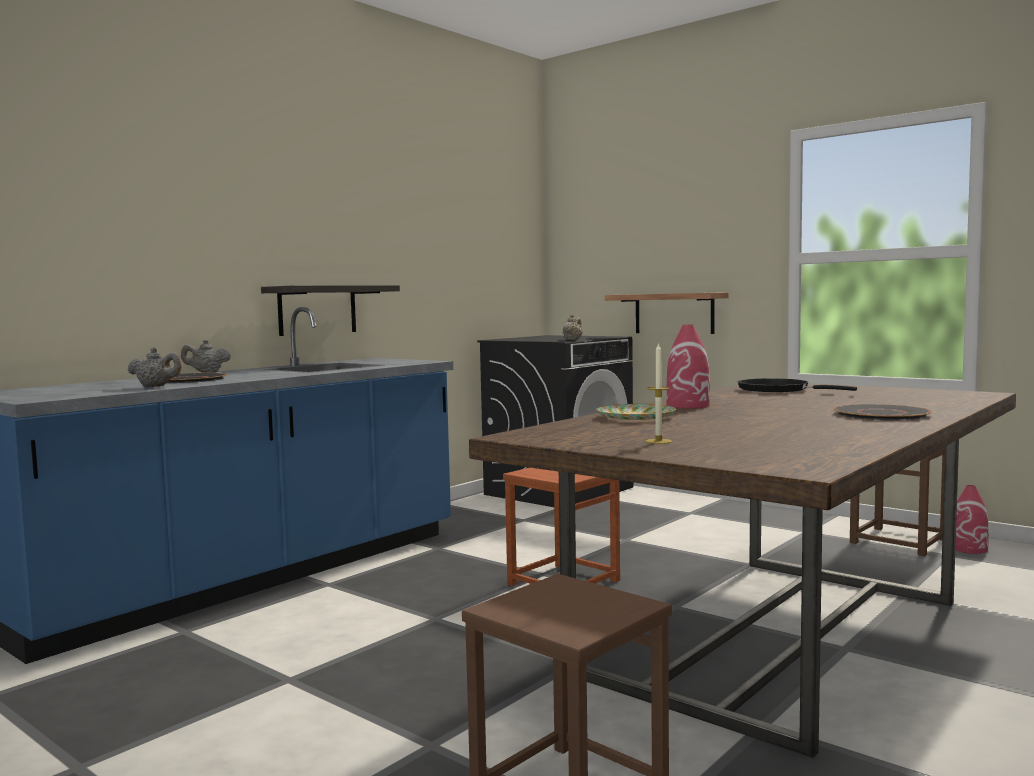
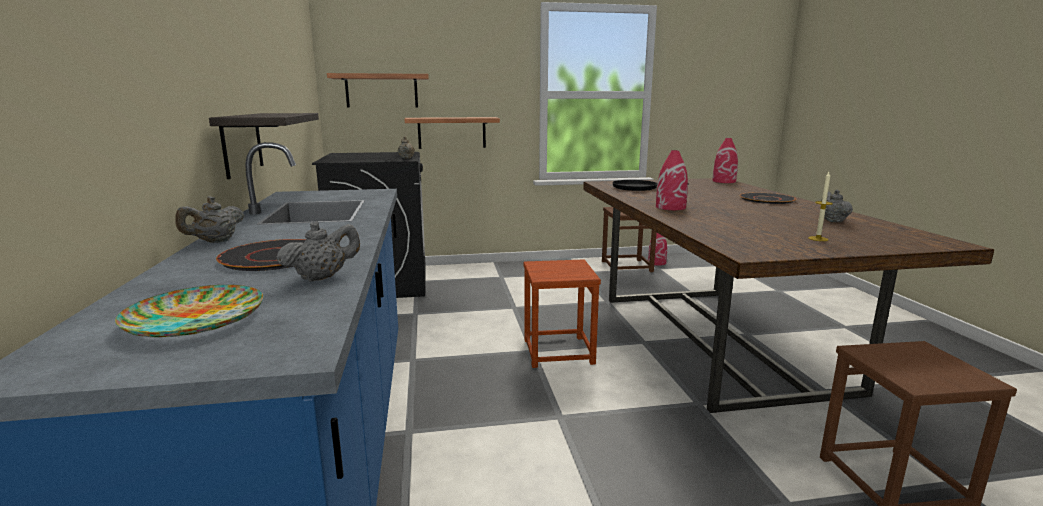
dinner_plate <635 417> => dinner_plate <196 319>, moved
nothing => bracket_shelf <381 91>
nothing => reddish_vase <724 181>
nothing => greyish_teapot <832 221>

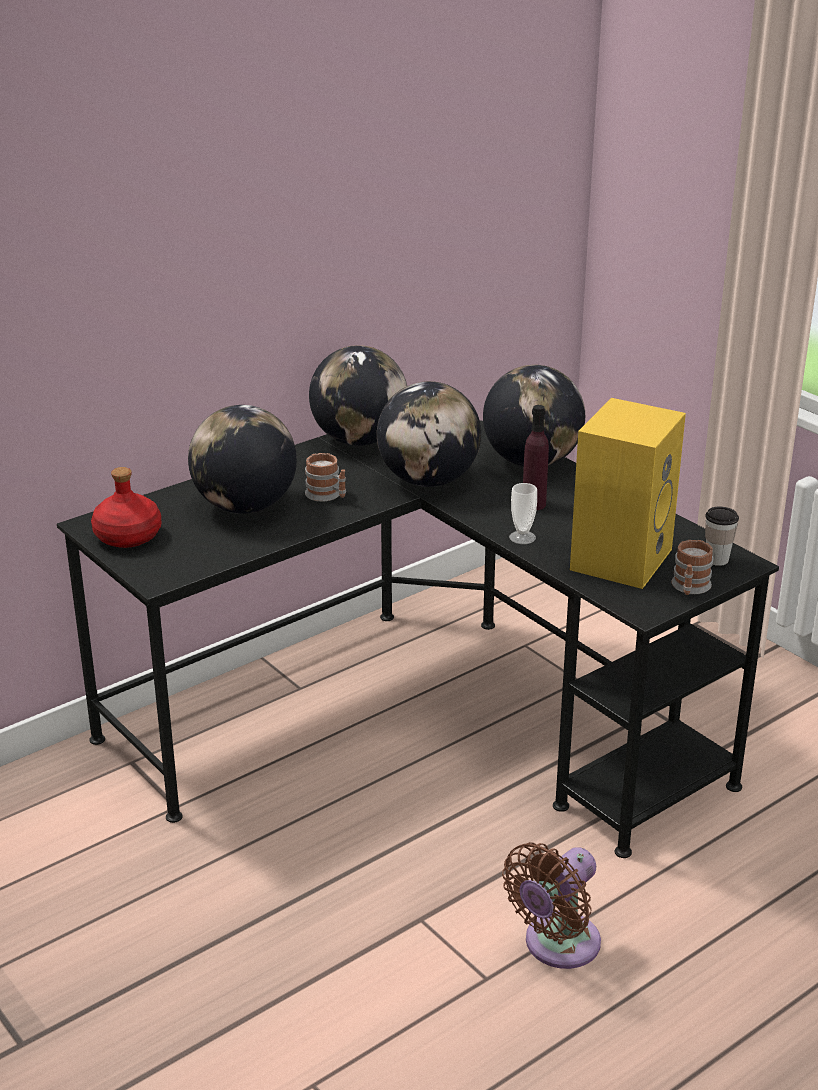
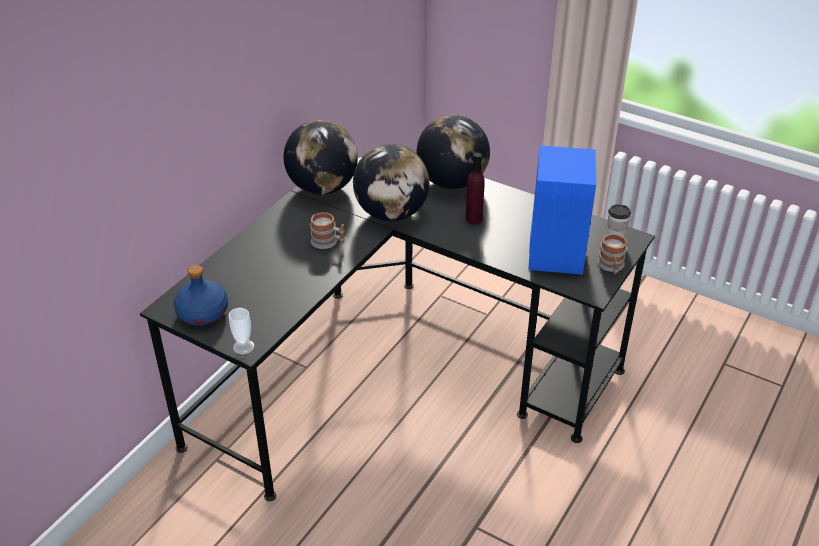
reddish_beverage_bottle <128 536> => bluish_beverage_bottle <203 313>
world_globe <245 507> => nothing
brown-coloured_fan <556 945> => nothing
small_cup <522 537> => small_cup <243 347>, moved
yellow-coloured_speaker <620 558> => bluish_speaker <554 252>

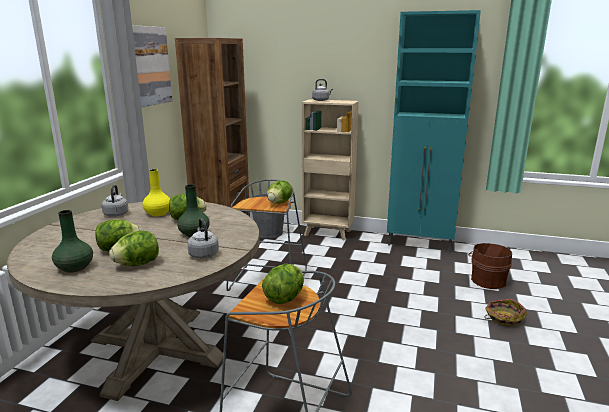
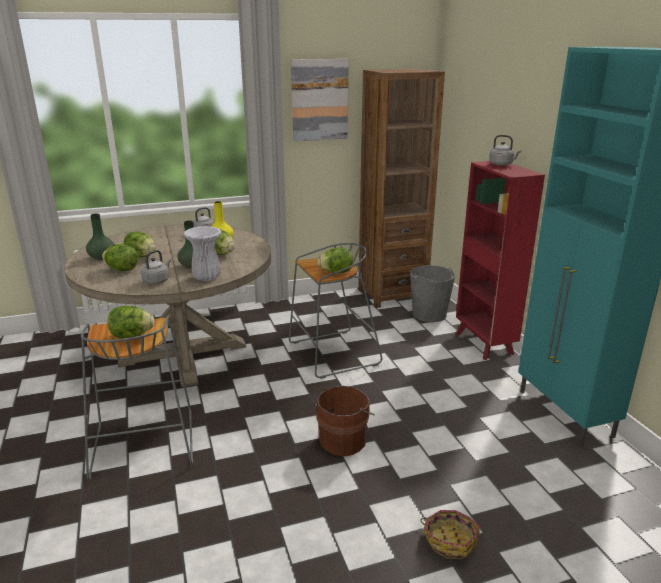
sand-coloured_bookshelf <328 233> => reddish_bookshelf <484 344>
brown-coloured_water_bucket <487 280> => brown-coloured_water_bucket <344 439>, moved
nothing => white-coloured_vase <206 277>

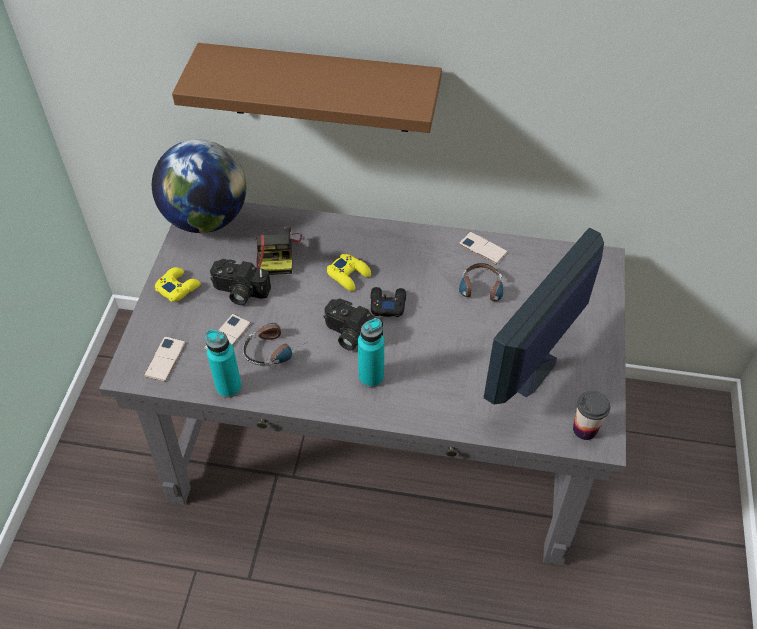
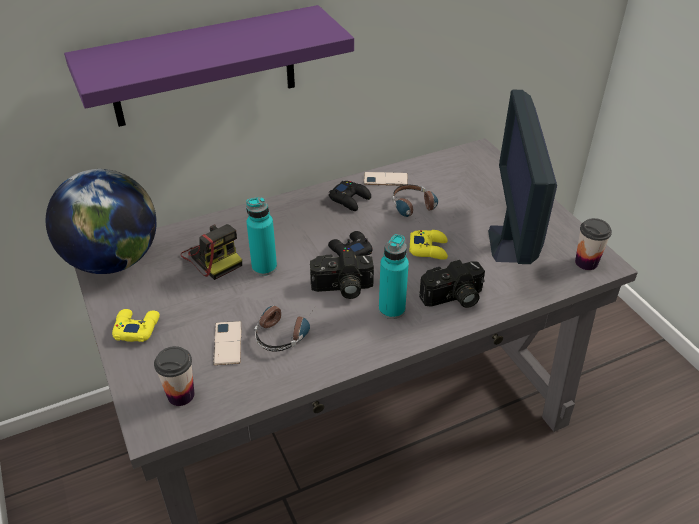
telephone <165 359> => small_cup <181 395>
brown-coloured_bracket_shelf <320 88> => purple_bracket_shelf <204 67>
turquoise_beverage_bottle <229 387> => turquoise_beverage_bottle <264 267>, moved
still_camera <239 292> => still_camera <453 298>, moved
yellow-coloured_joypad <349 275> => yellow-coloured_joypad <429 249>, moved
nothing => black_joypad <350 199>

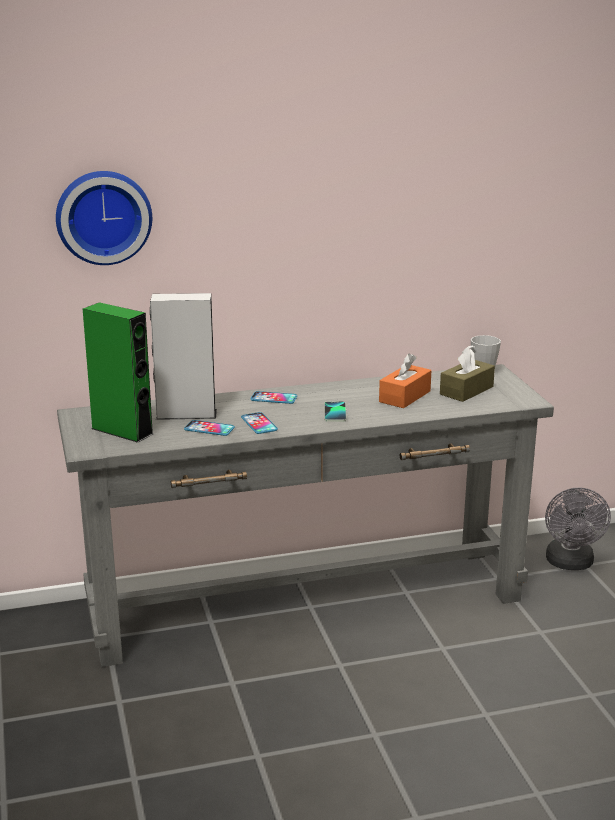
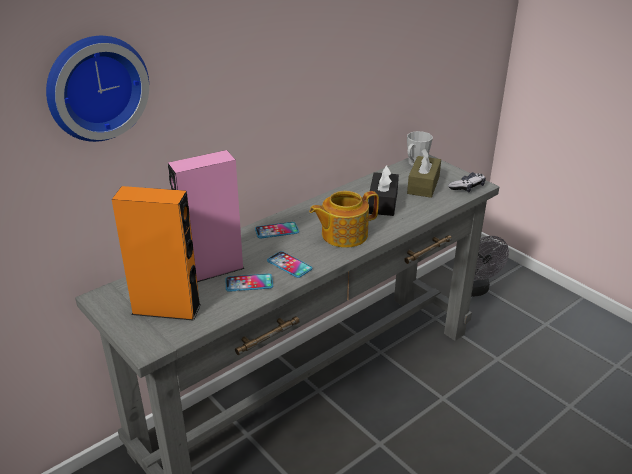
green_speaker <122 431> => orange_speaker <166 309>
greyish_speaker <186 414> => pinkish_speaker <212 270>
telephone <335 413> => teapot <343 234>
orange_tissue_holder <405 396> => black_tissue_holder <383 202>
nothing => joypad <467 187>

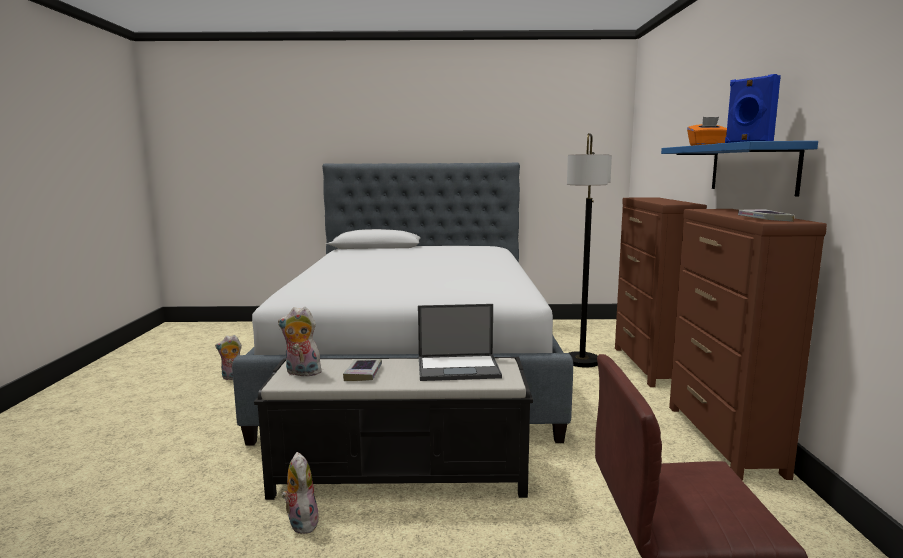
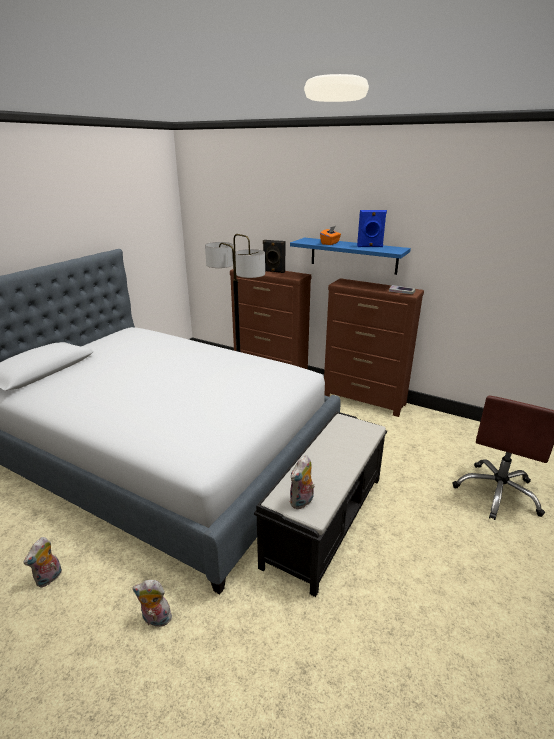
soft_toy <300 522> => soft_toy <155 620>, moved
bound_book <363 373> => nothing
notebook_computer <459 368> => nothing
nothing => black_speaker <274 271>

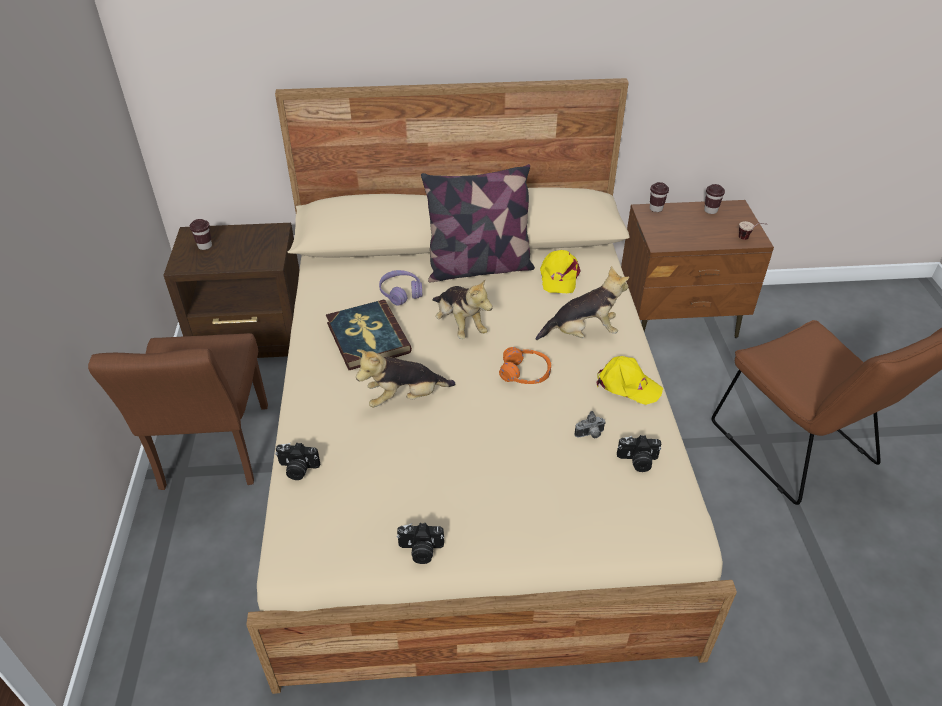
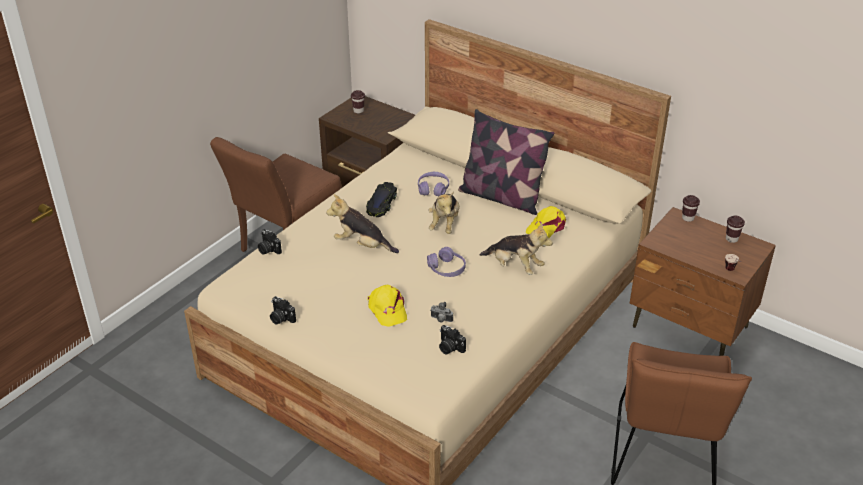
bound_book <367 337> => black_model_car <381 204>
orange_headphones <525 373> => purple_headphones <446 269>
yellow-coloured_peaked_cap <627 385> => yellow-coloured_peaked_cap <387 309>, moved

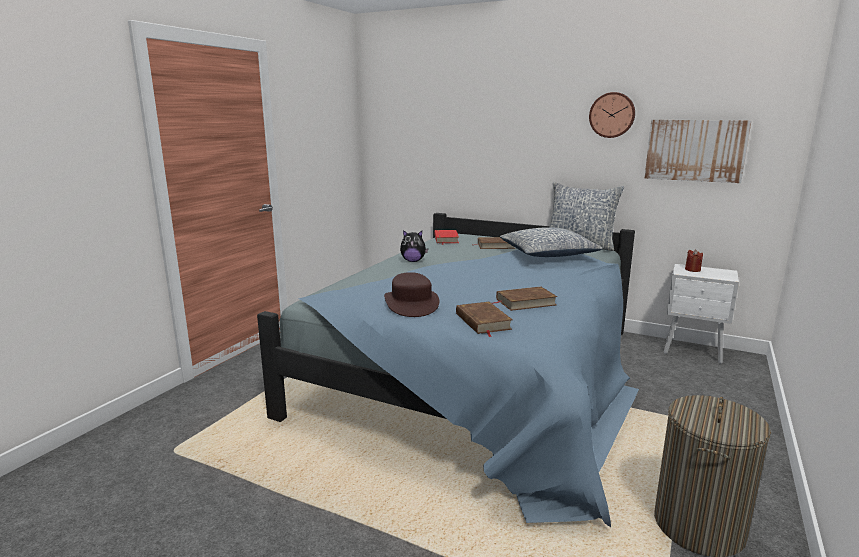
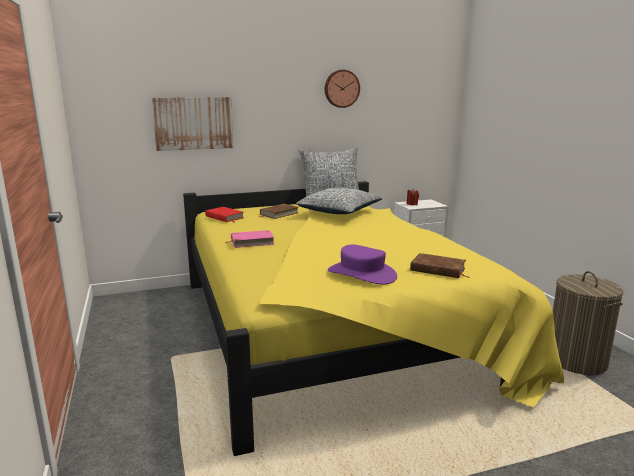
bluish_bed <481 375> => yellow-coloured_bed <334 330>
brown-coloured_hat <411 303> => purple_hat <362 274>
soft_toy <413 261> => pinkish_bound_book <252 242>
brown-coloured_bound_book <525 302> => nothing
wall_art <695 150> => wall_art <193 123>, moved

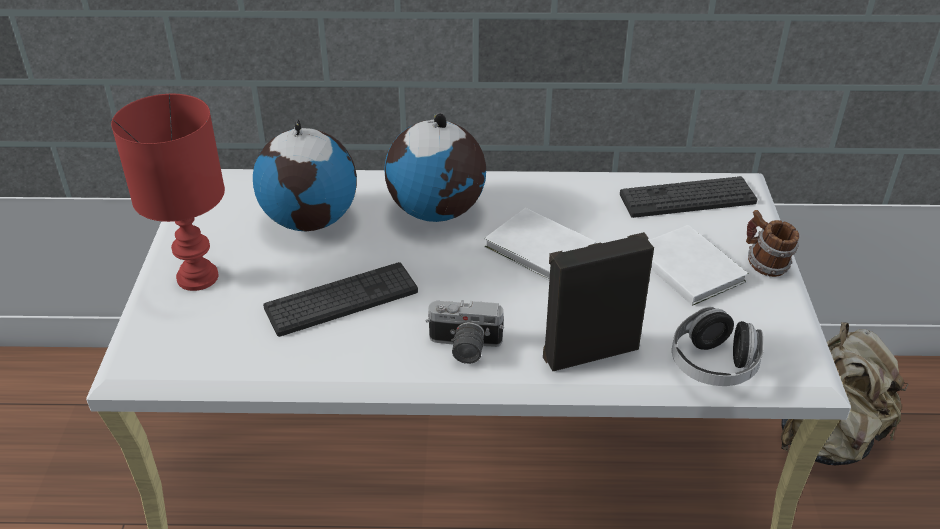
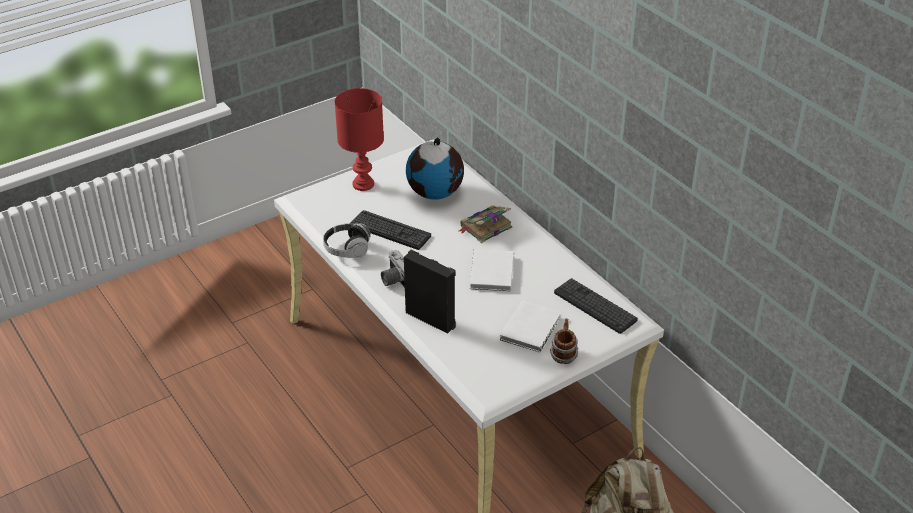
world_globe <437 212> => bound_book <485 227>
headphones <713 365> => headphones <347 249>, moved

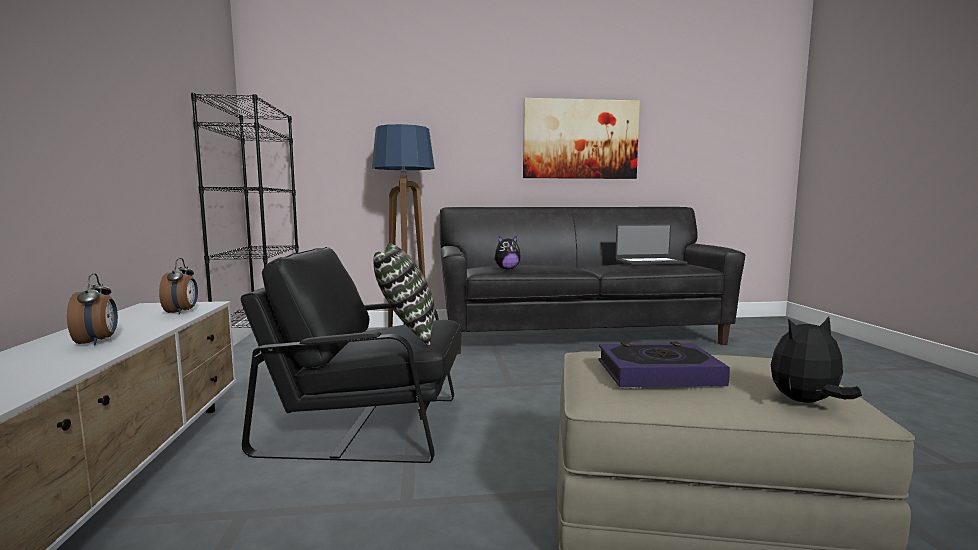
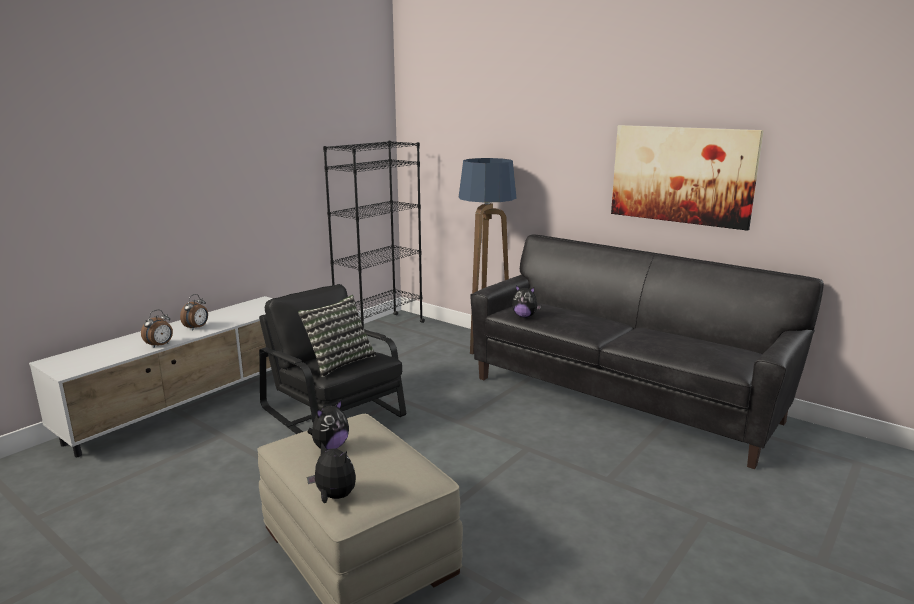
alarm_clock <182 312> => alarm_clock <160 345>, moved
bound_book <658 373> => soft_toy <330 447>
notebook_computer <649 262> => nothing

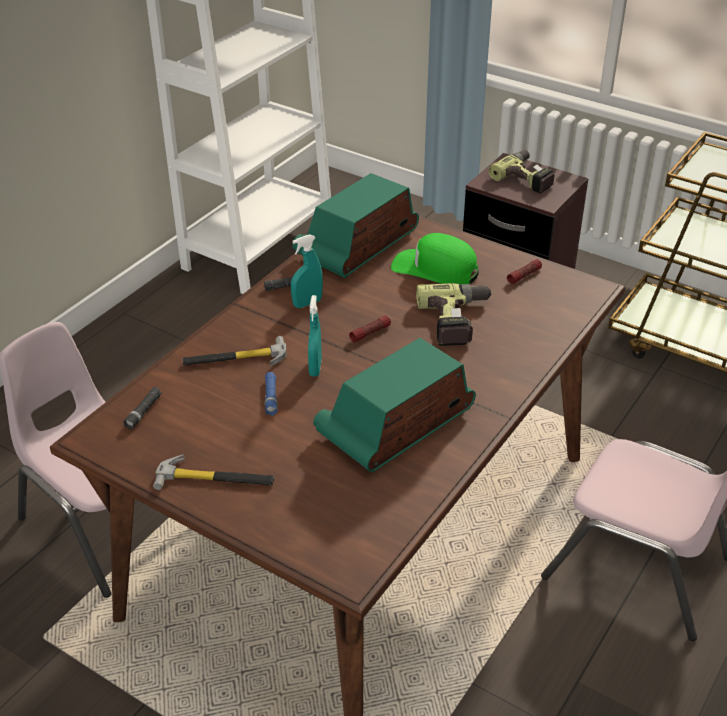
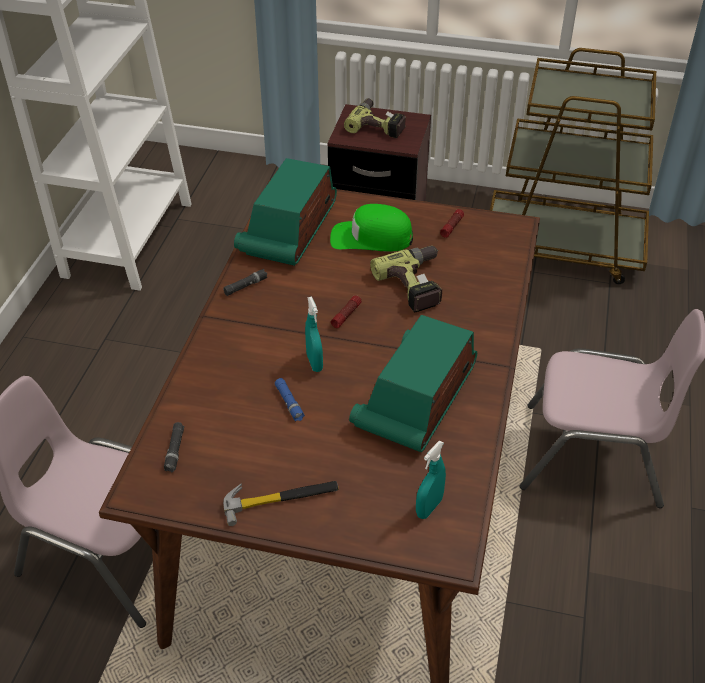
tool_hammer <235 359> => nothing
turquoise_hand_sprayer <307 303> => turquoise_hand_sprayer <429 507>, moved

